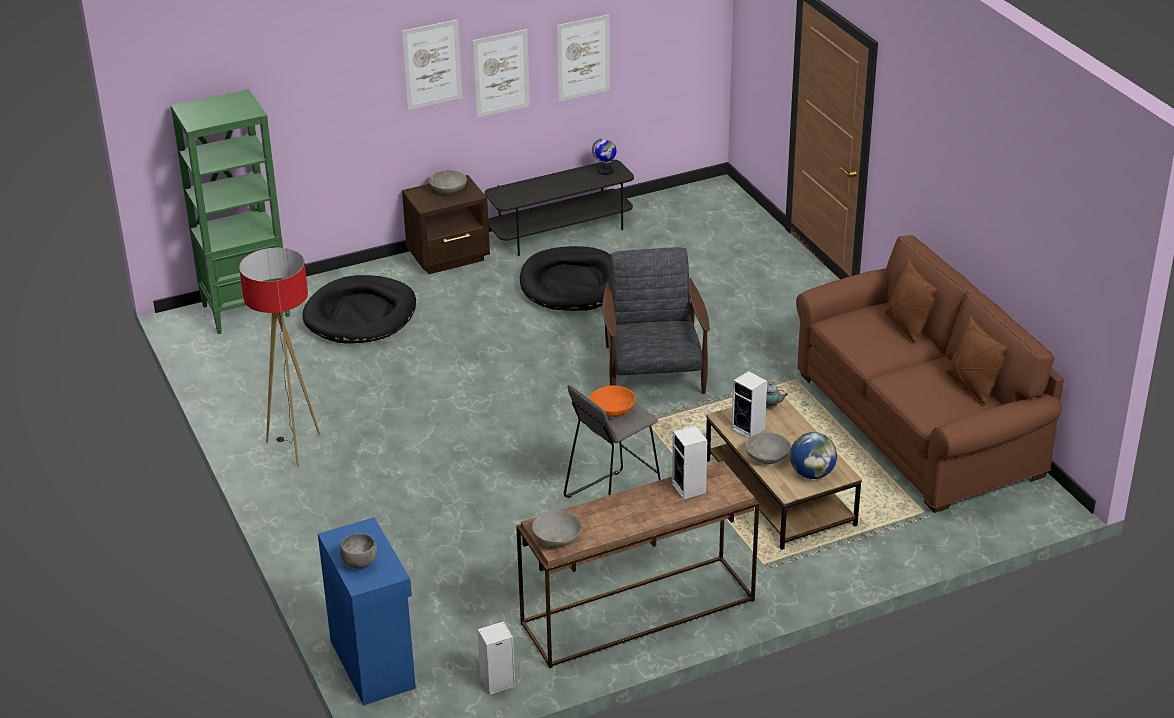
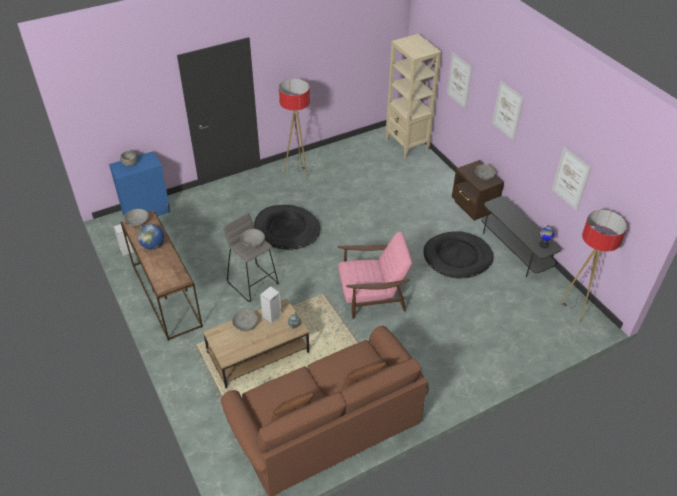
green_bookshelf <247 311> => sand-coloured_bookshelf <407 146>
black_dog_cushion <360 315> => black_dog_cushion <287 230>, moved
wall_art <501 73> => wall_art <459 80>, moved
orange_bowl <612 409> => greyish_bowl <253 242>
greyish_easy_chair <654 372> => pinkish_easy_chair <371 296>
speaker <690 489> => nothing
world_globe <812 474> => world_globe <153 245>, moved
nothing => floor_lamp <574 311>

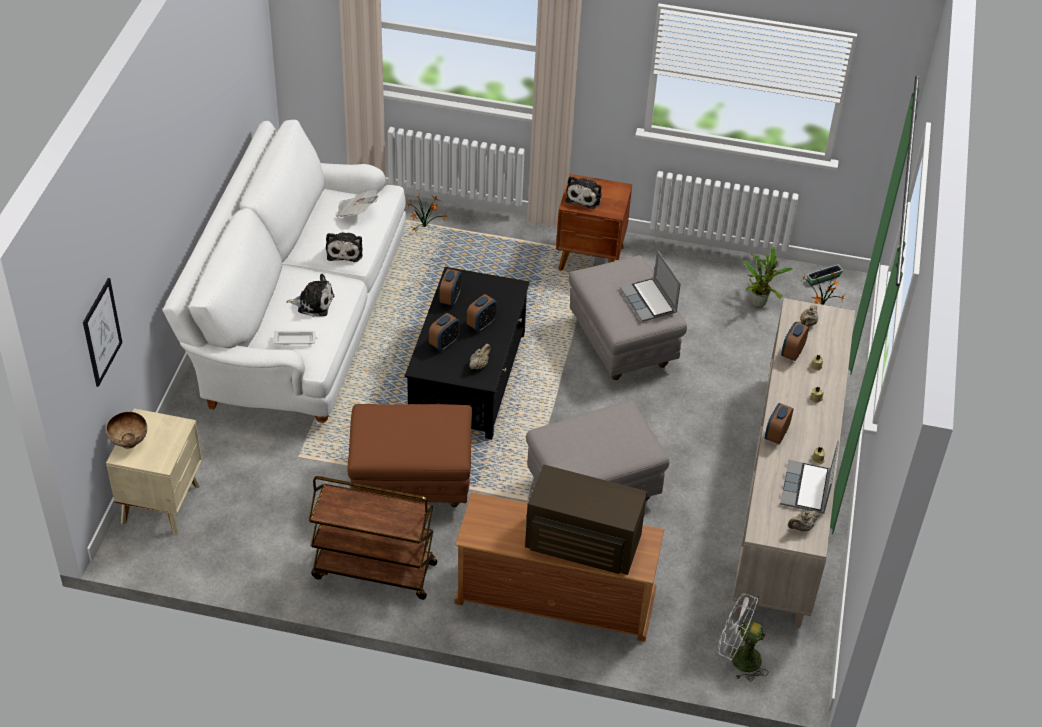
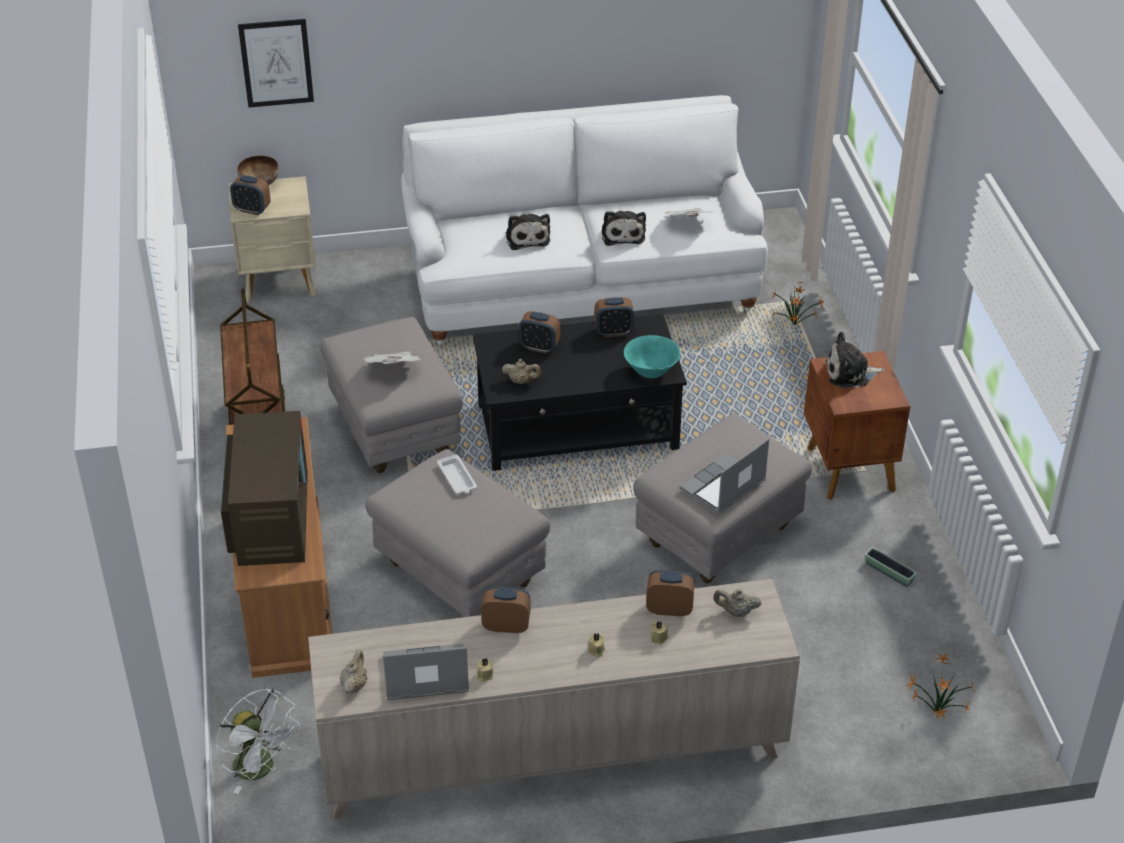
white-coloured_tray <296 340> => white-coloured_tray <457 478>, moved
soft_toy <345 251> => soft_toy <622 234>, 75 degrees counterclockwise
brown-coloured_footrest <410 483> => greyish_footrest <393 430>
alarm_clock <482 324> => alarm_clock <252 209>, moved
white-coloured_fan <738 658> => white-coloured_fan <261 769>, 135 degrees clockwise
houseplant <759 301> => nothing
sand-coloured_teapot <802 528> => sand-coloured_teapot <354 685>, 60 degrees clockwise
planter <823 279> => planter <889 573>, moved
nothing => newspaper <394 370>
nothing => turquoise_bowl <651 372>

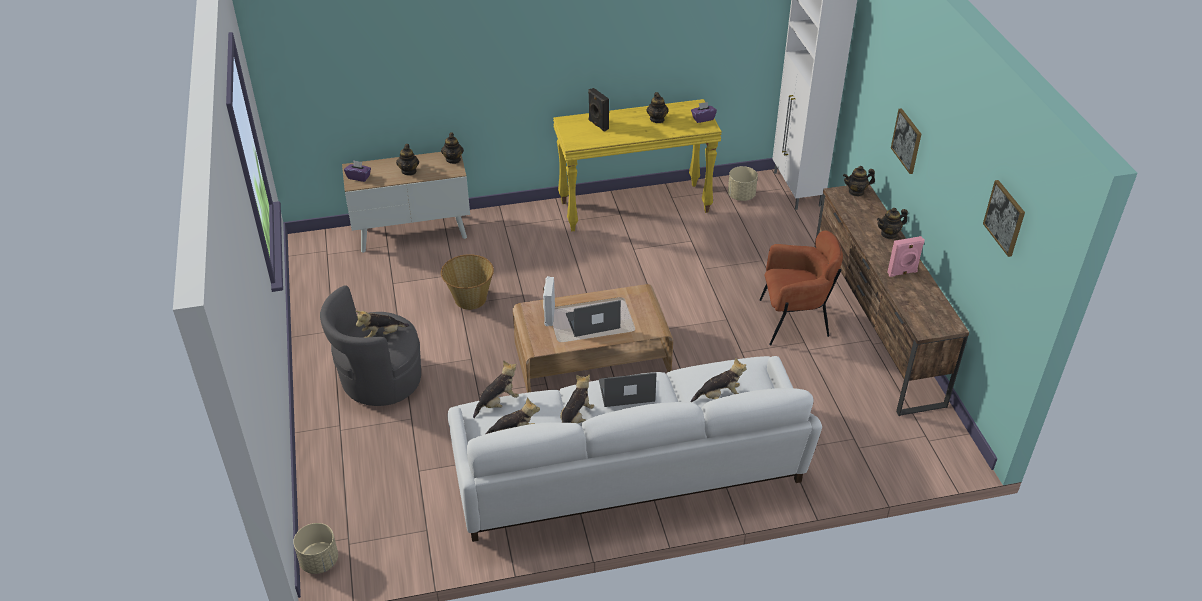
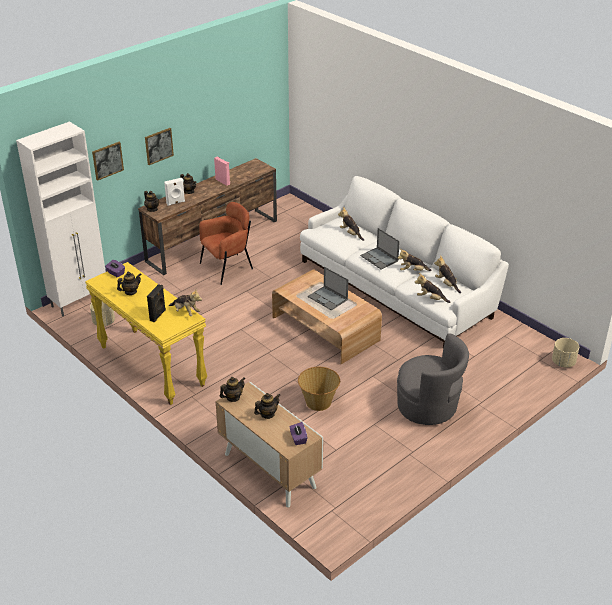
soft_toy <382 335> => soft_toy <186 312>, moved
white-coloured_speaker <549 316> => white-coloured_speaker <175 203>, moved
brown-coloured_easy_chair <794 321> => brown-coloured_easy_chair <227 267>, 90 degrees clockwise
wall_art <1005 218> => wall_art <107 160>, moved

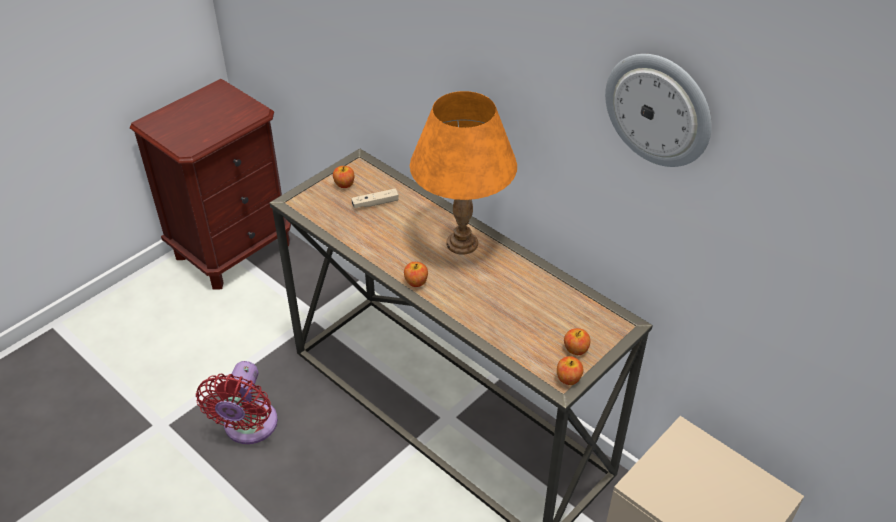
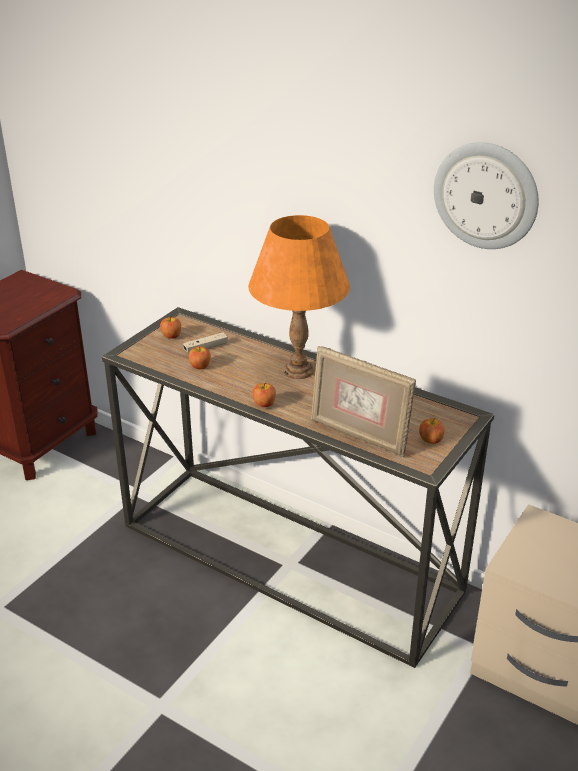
reddish_fan <248 427> => nothing
apple <568 378> => apple <200 366>, moved
nothing => photo_frame <359 435>

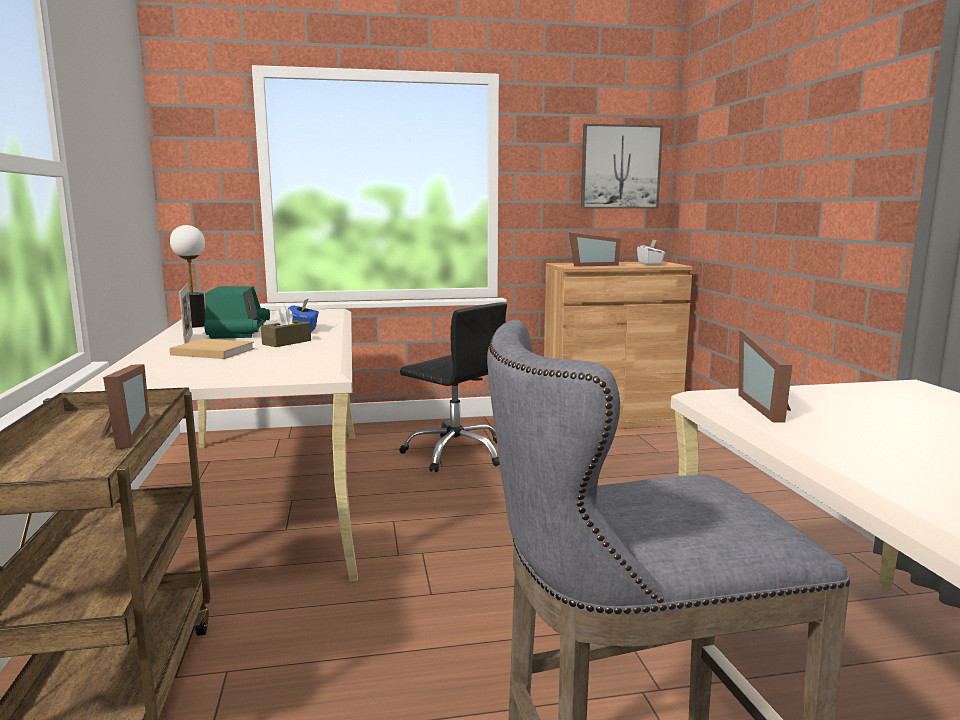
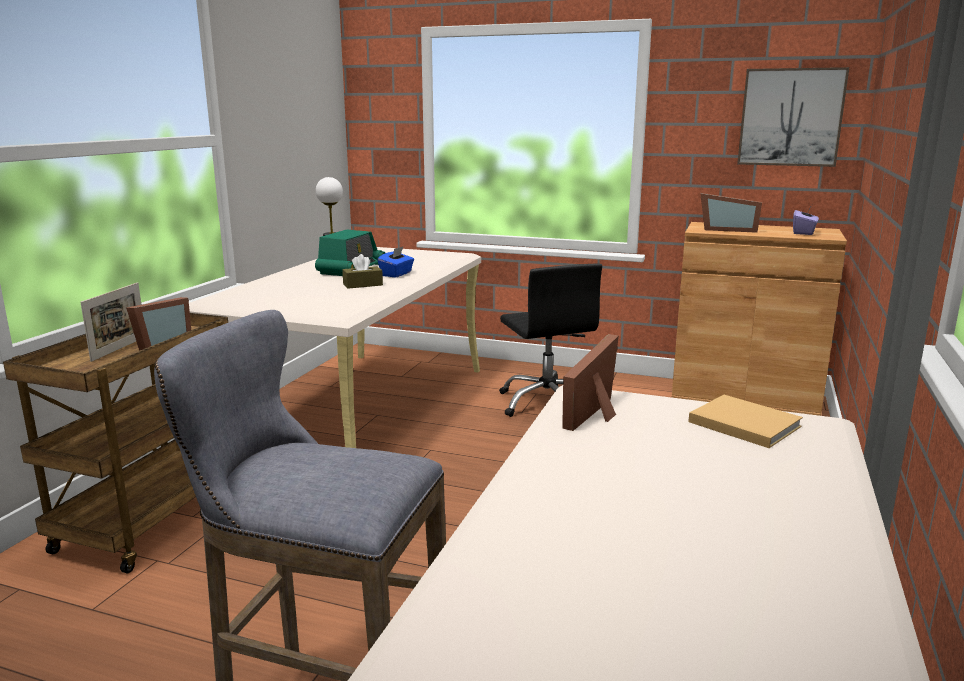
sand-coloured_bound_book <211 351> => sand-coloured_bound_book <741 423>, moved
photo_frame <188 340> => photo_frame <119 348>, moved
white-coloured_tissue_holder <650 264> => purple_tissue_holder <803 232>

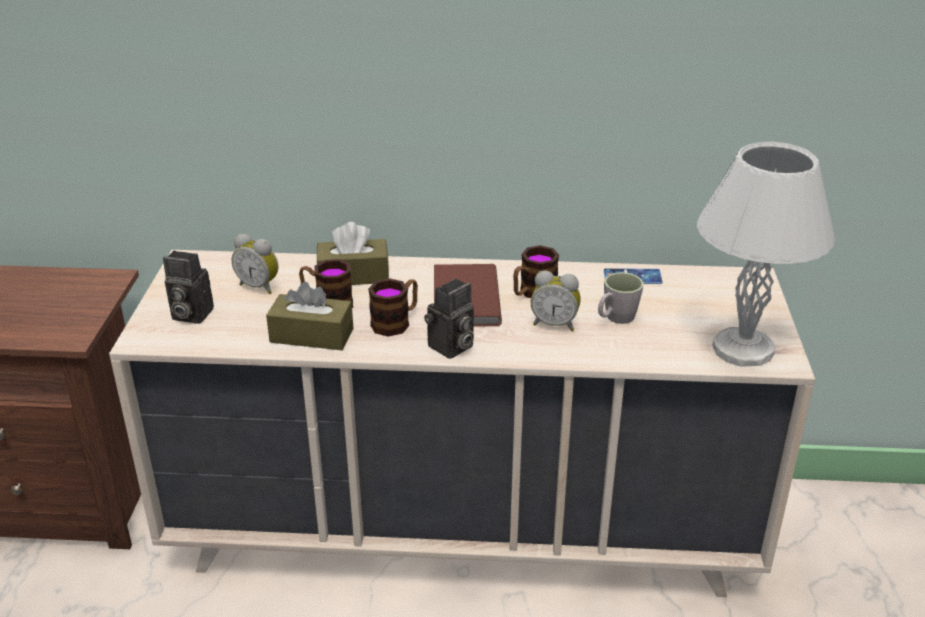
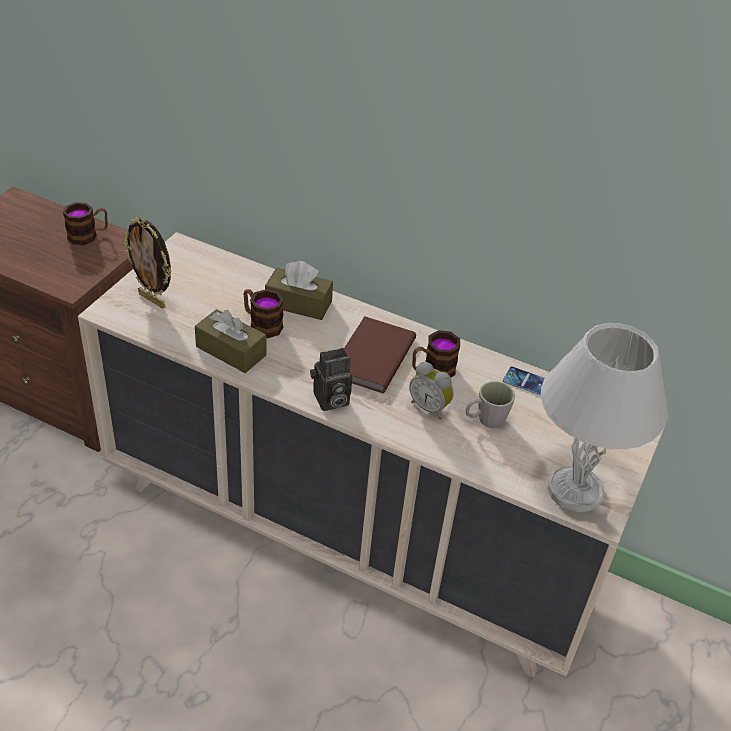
still_camera <189 314> => photo_frame <153 300>
alarm_clock <259 286> => nothing
mug <396 322> => mug <88 235>, moved

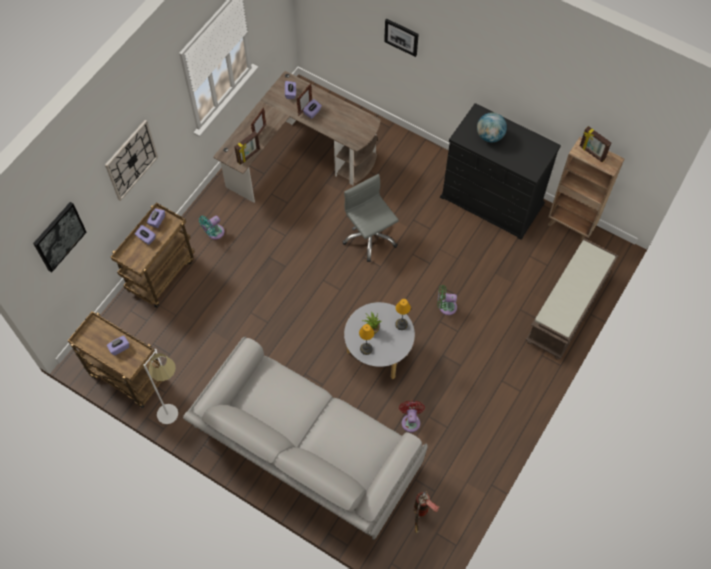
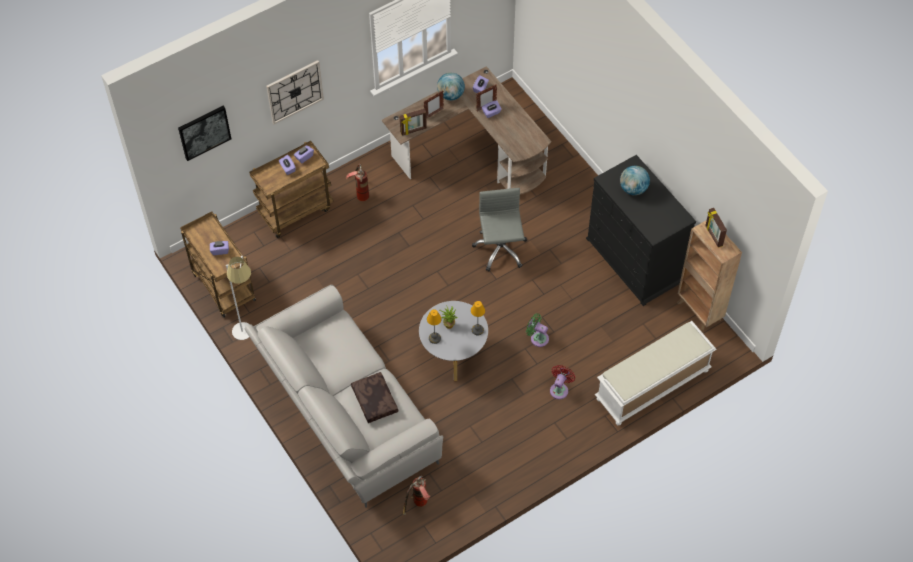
turquoise_fan <214 233> => extinguisher <360 192>
wall_art <401 37> => nothing
reddish_fan <410 421> => reddish_fan <560 389>, moved
brown-coloured_long_seat <567 310> => white-coloured_long_seat <652 385>
nothing => brown-coloured_pillow <373 400>
nothing => world_globe <450 95>

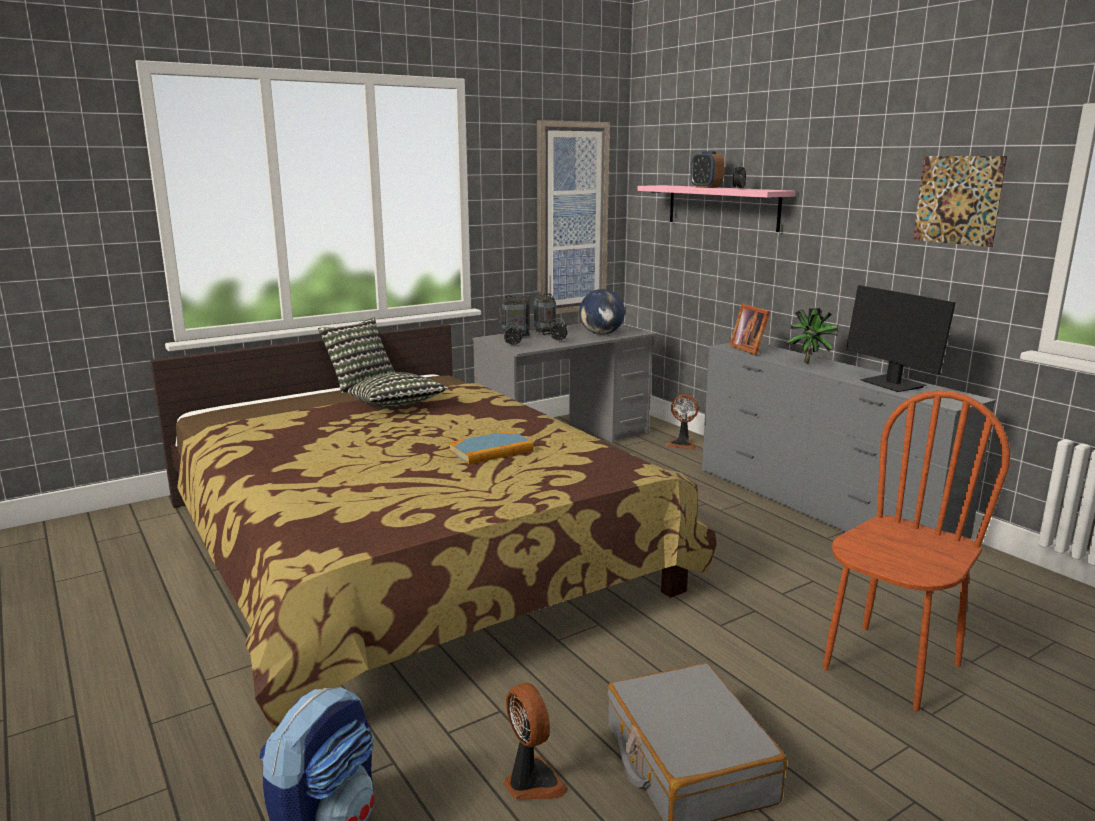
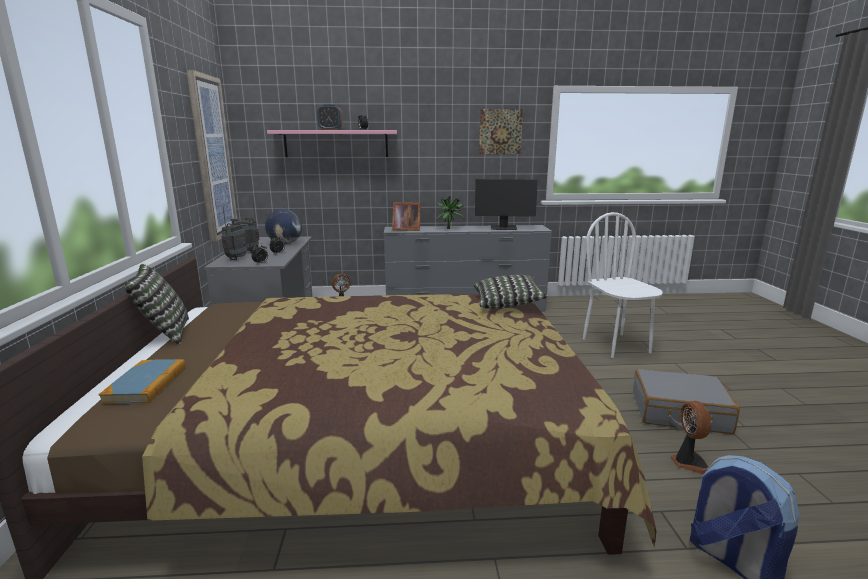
pillow <397 406> => pillow <507 304>, moved
bound_book <491 451> => bound_book <146 384>, moved
fan <531 782> => fan <689 462>, 90 degrees clockwise
brown-coloured_upright_chair <890 666> => white-coloured_upright_chair <616 345>

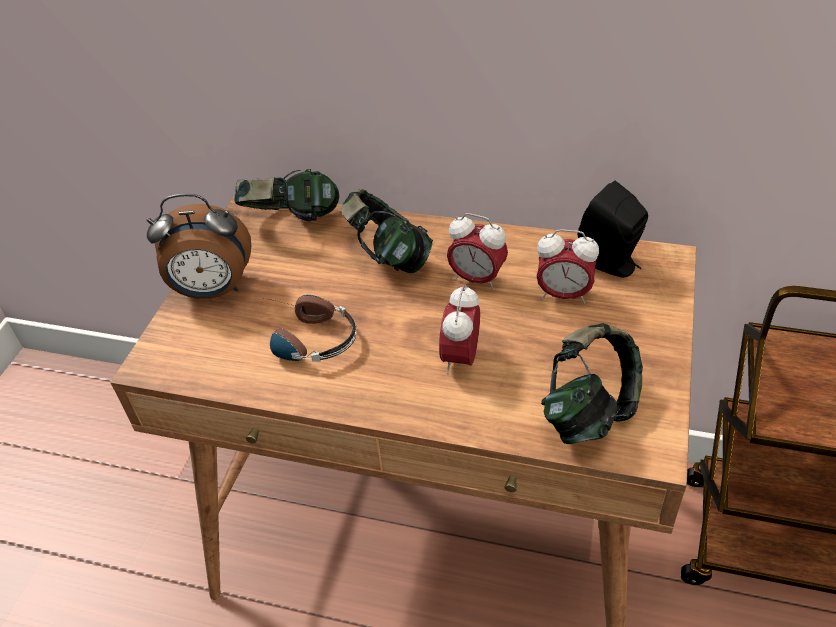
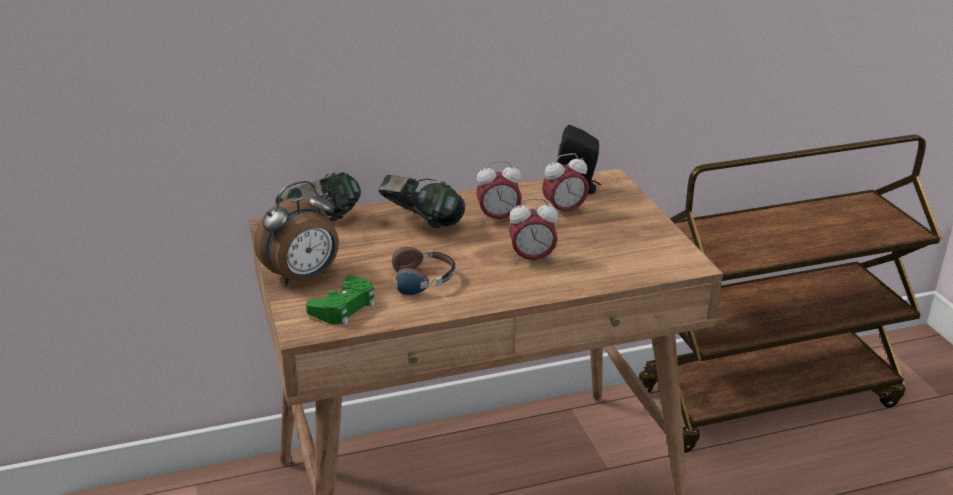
alarm_clock <461 358> => alarm_clock <532 259>, 75 degrees counterclockwise
headphones <588 411> => nothing
nothing => green_joypad <344 307>

